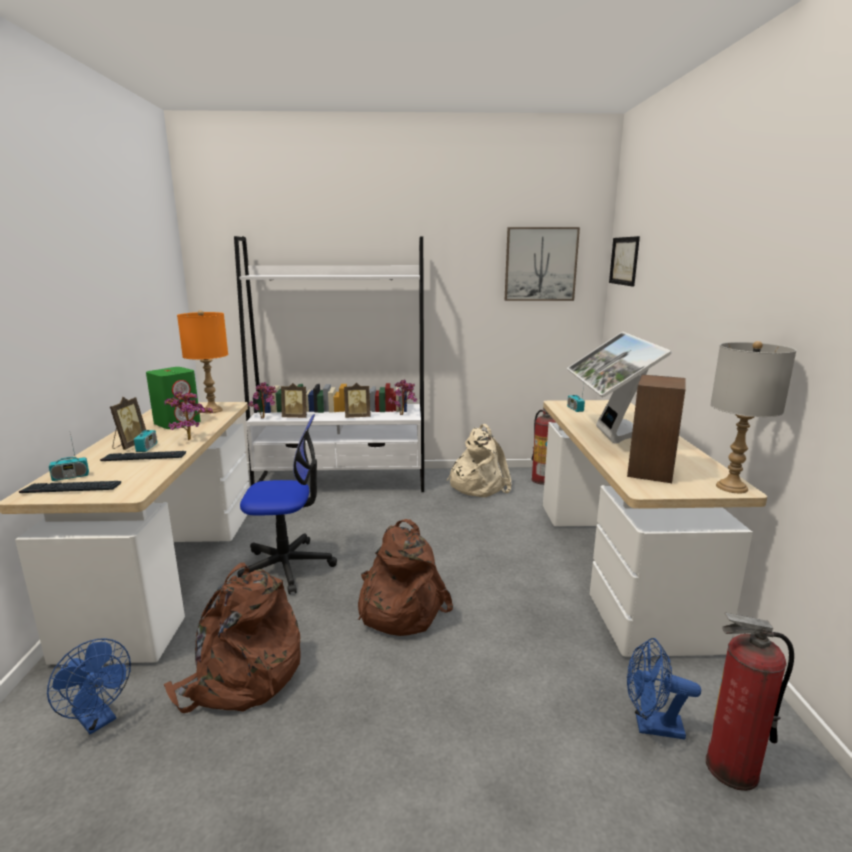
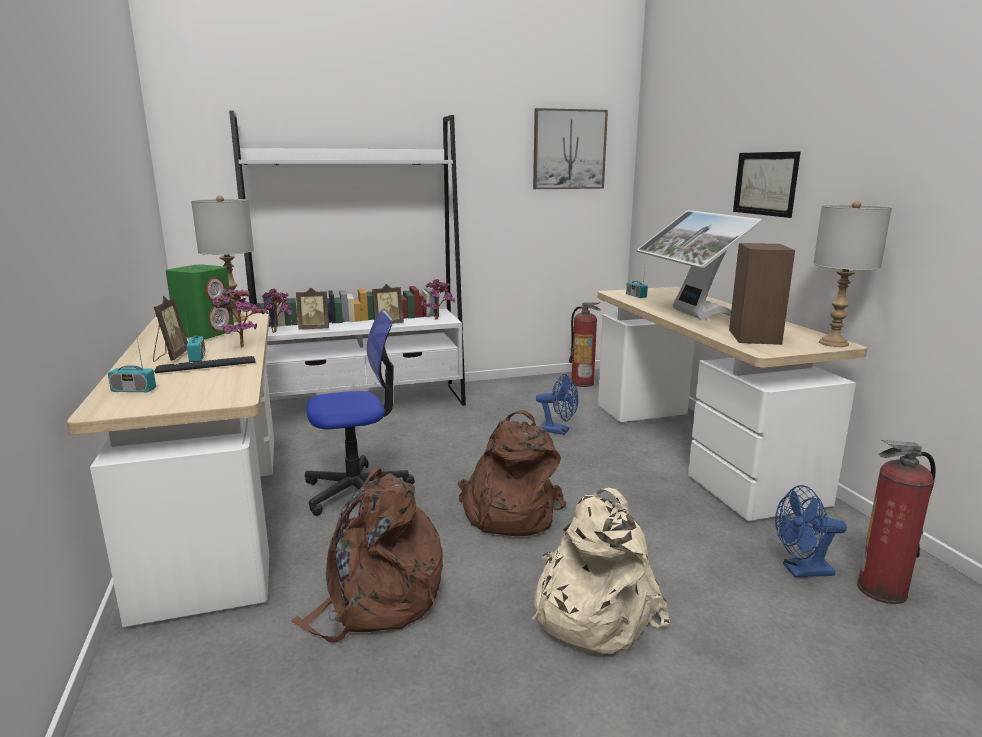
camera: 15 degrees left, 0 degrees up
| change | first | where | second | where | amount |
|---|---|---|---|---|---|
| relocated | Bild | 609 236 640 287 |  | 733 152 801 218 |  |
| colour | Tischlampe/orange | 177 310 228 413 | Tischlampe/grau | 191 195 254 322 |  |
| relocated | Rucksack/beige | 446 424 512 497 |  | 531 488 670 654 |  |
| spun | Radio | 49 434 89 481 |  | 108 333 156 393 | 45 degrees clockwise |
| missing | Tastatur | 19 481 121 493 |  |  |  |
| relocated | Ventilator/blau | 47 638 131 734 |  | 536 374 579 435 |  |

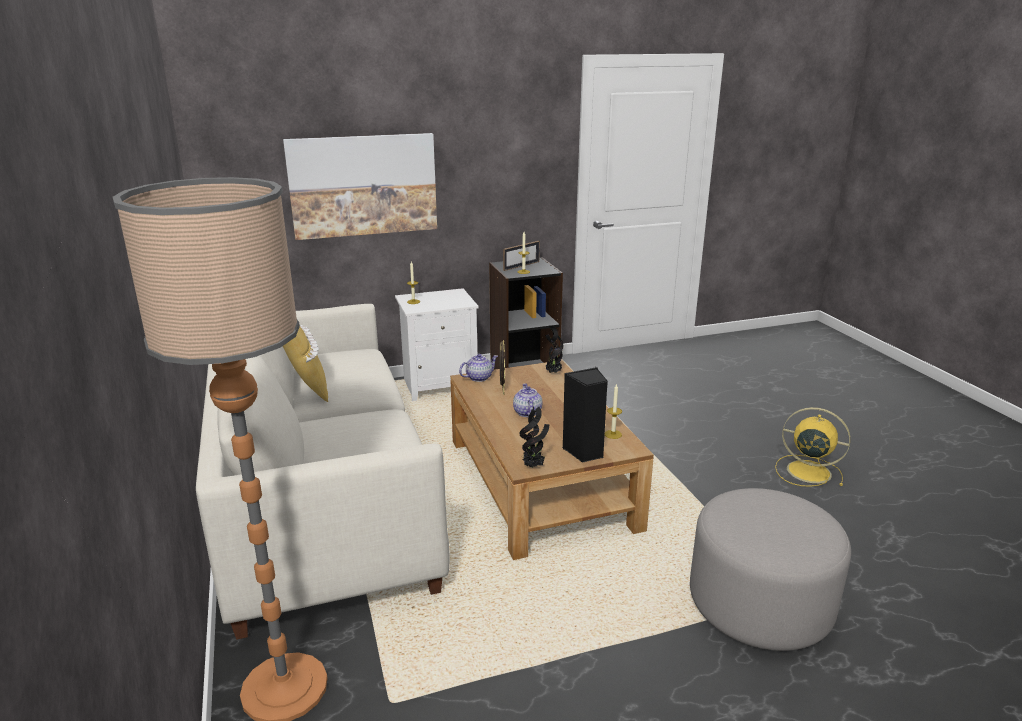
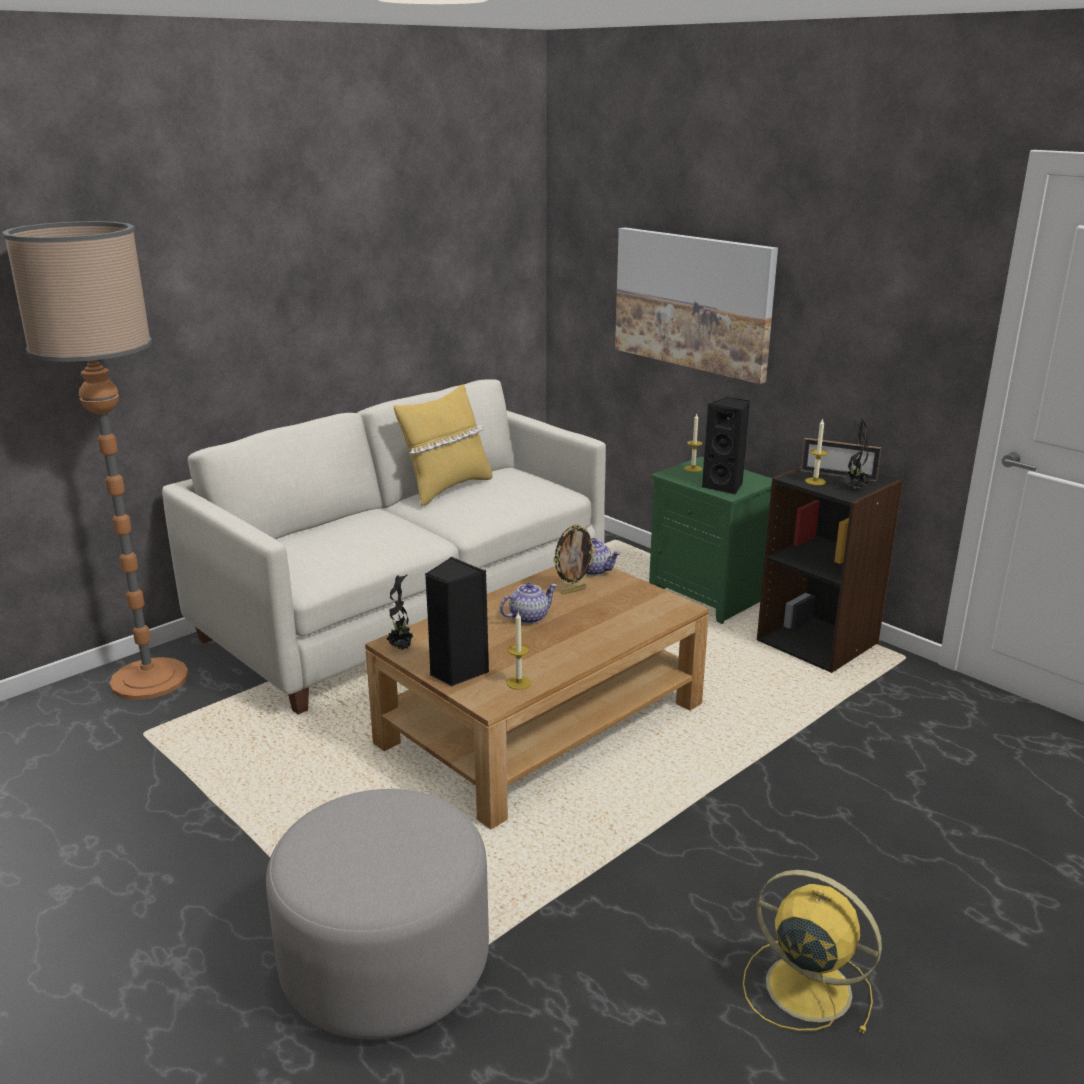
camera: 65 degrees right, 0 degrees up
| change | first | where | second | where | amount |
|---|---|---|---|---|---|
| colour | Nachttisch/weiß | 395 288 479 401 | Nachttisch/grün | 649 456 772 624 |  |
| relocated | Topfpflanze | 545 325 563 373 |  | 844 418 869 488 |  |
| spun | Ventilator/gelb | 775 407 851 487 |  | 743 870 882 1034 | 60 degrees counterclockwise |
| appeared |  |  | Lautsprecher/schwarz | 702 397 750 495 |  |

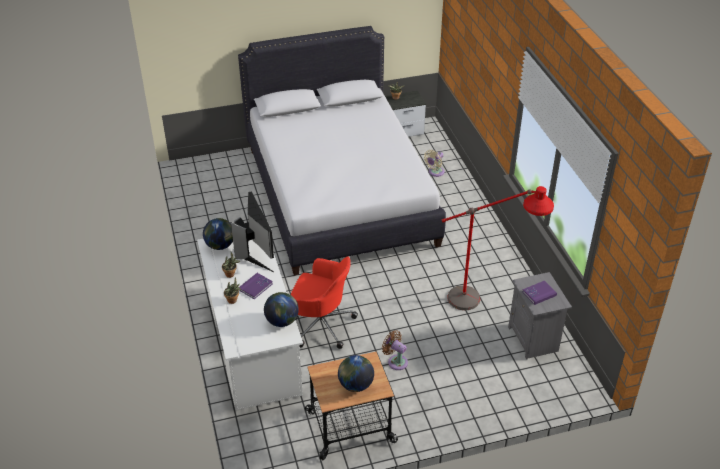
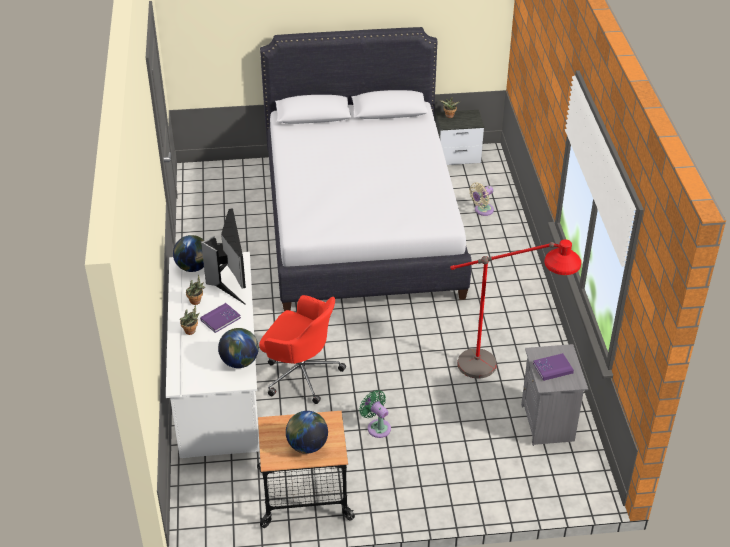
camera: 10 degrees right, 0 degrees up
| change | first | where | second | where | amount |
|---|---|---|---|---|---|
| colour | Ventilator/braun | 382 330 408 370 | Ventilator/grün | 359 390 391 438 |  |

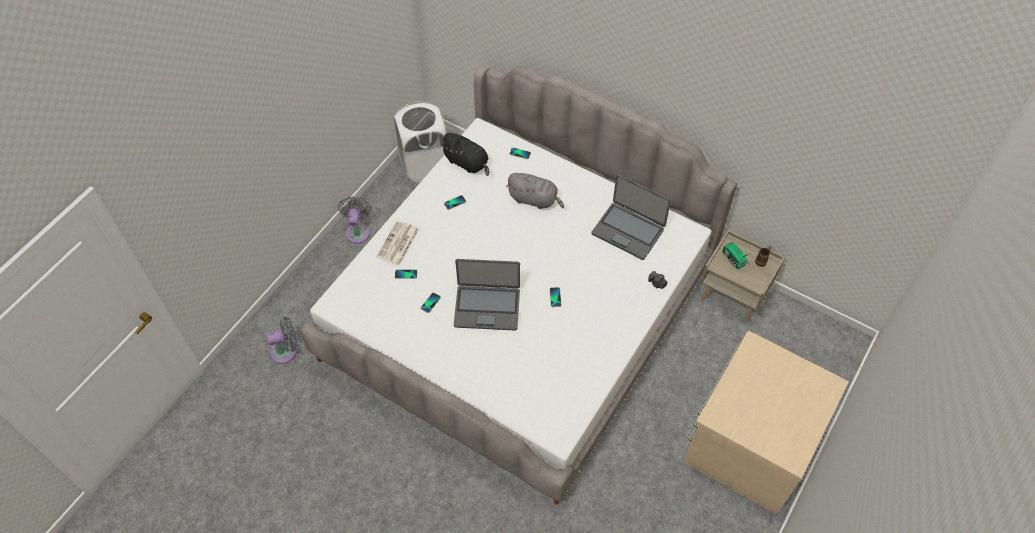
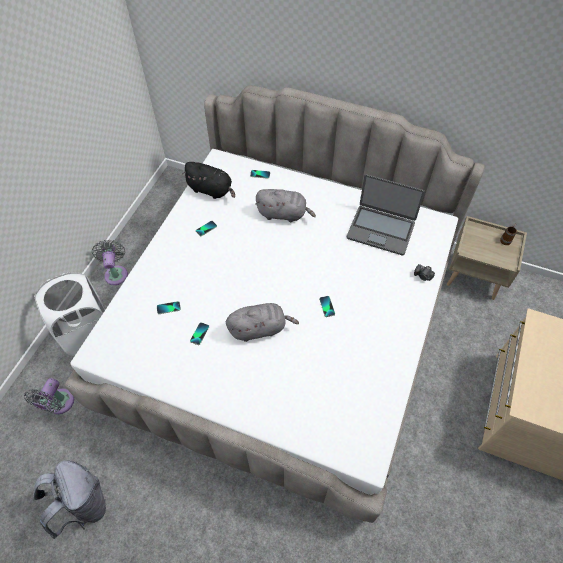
camera: 10 degrees left, 0 degrees up
| change | first | where | second | where | amount |
|---|---|---|---|---|---|
| relocated | Wäschekorb/weiß | 393 101 447 183 |  | 34 272 105 356 |  |
| missing | Zeitung | 377 220 419 266 |  |  |  |
| missing | Radio | 723 242 751 269 |  |  |  |
| exchanged | Laptop | 454 259 520 330 | Plüschtier/grau | 226 303 299 342 |  |
| spun | Ventilator/grau | 266 317 298 364 |  | 24 378 74 414 | 135 degrees clockwise |
| appeared |  |  | Rucksack/grau | 33 461 106 539 |  |

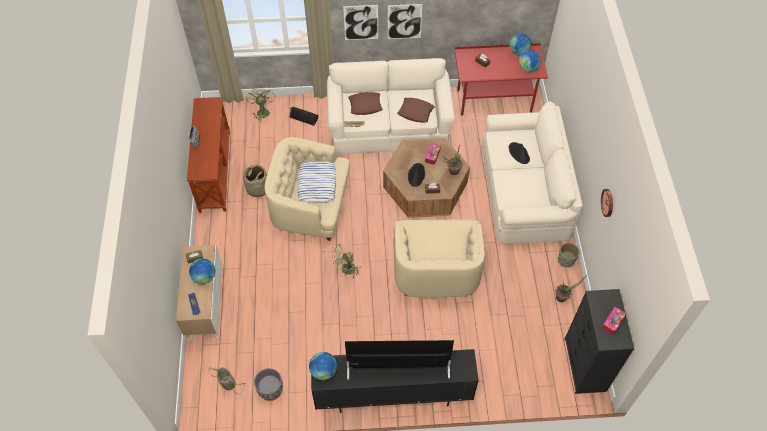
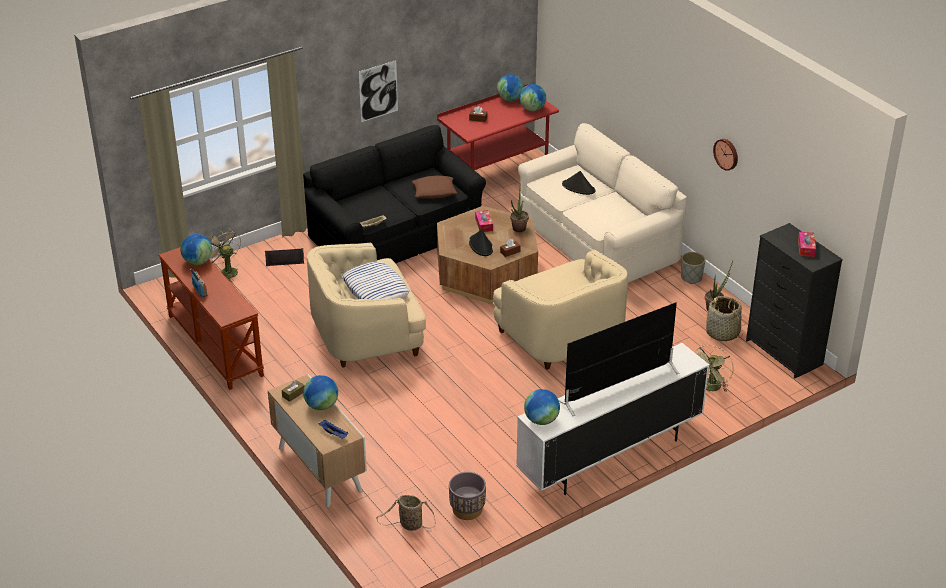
camera: 30 degrees left, 20 degrees down
| change | first | where | second | where | amount |
|---|---|---|---|---|---|
| missing | Bild | 343 5 378 40 |  |  |  |
| colour | Sofa/beige | 327 58 455 154 | Sofa/schwarz | 303 125 486 263 |  |
| missing | Kissen/braun | 348 92 383 115 |  |  |  |
| relocated | Korb | 243 164 267 198 |  | 706 296 743 341 |  |
| relocated | Ventilator/grün | 330 244 361 278 |  | 694 345 734 392 |  |
| colour | Fernsehschrank/schwarz | 311 349 479 413 | Fernsehschrank/weiß | 516 343 709 495 |  |
| appeared |  |  | Globus | 181 234 212 265 |  |

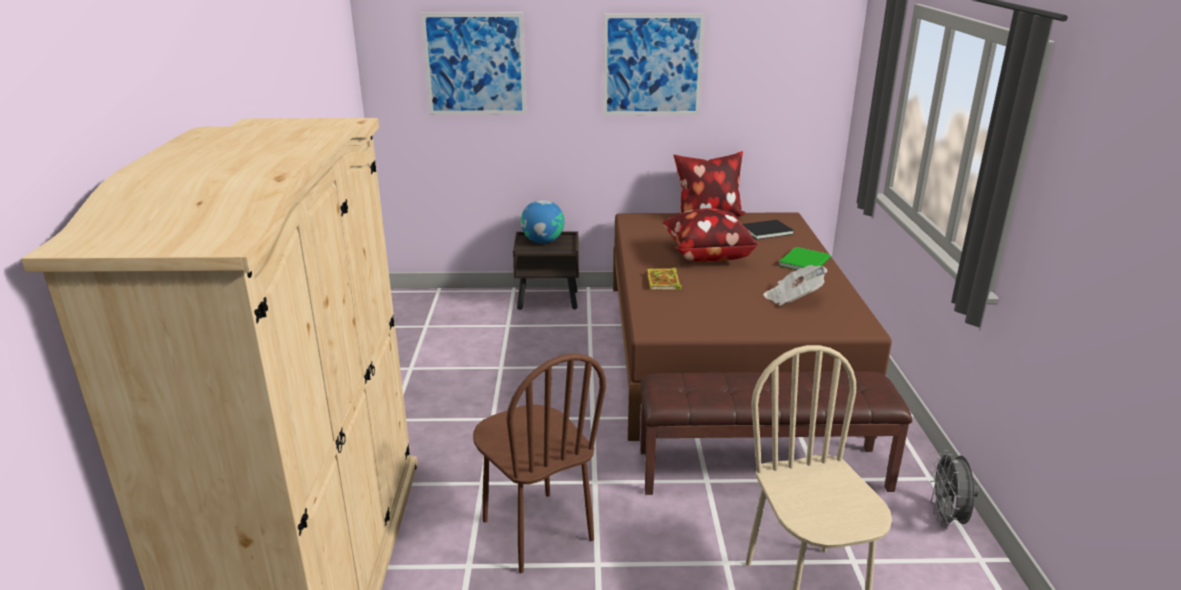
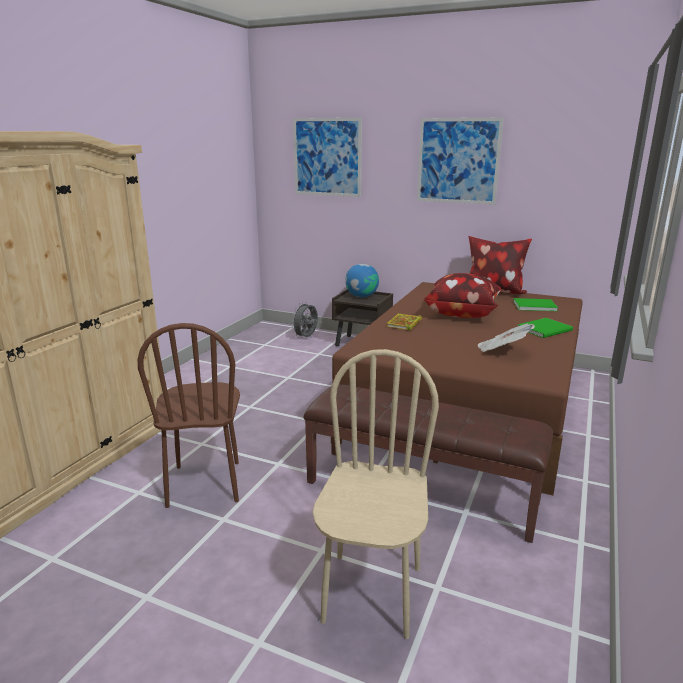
camera: 25 degrees right, 5 degrees down
| change | first | where | second | where | amount |
|---|---|---|---|---|---|
| colour | Buch/schwarz | 742 220 794 240 | Buch/grün | 513 298 558 311 |  |
| relocated | Ventilator/grau | 930 450 979 527 |  | 291 302 318 338 |  |

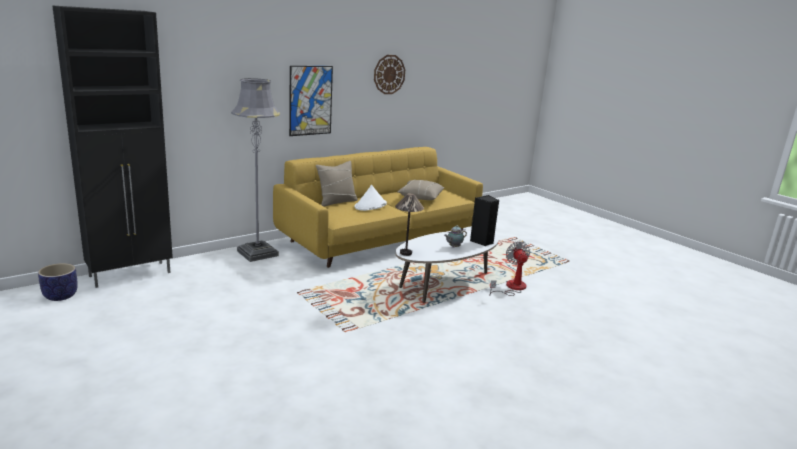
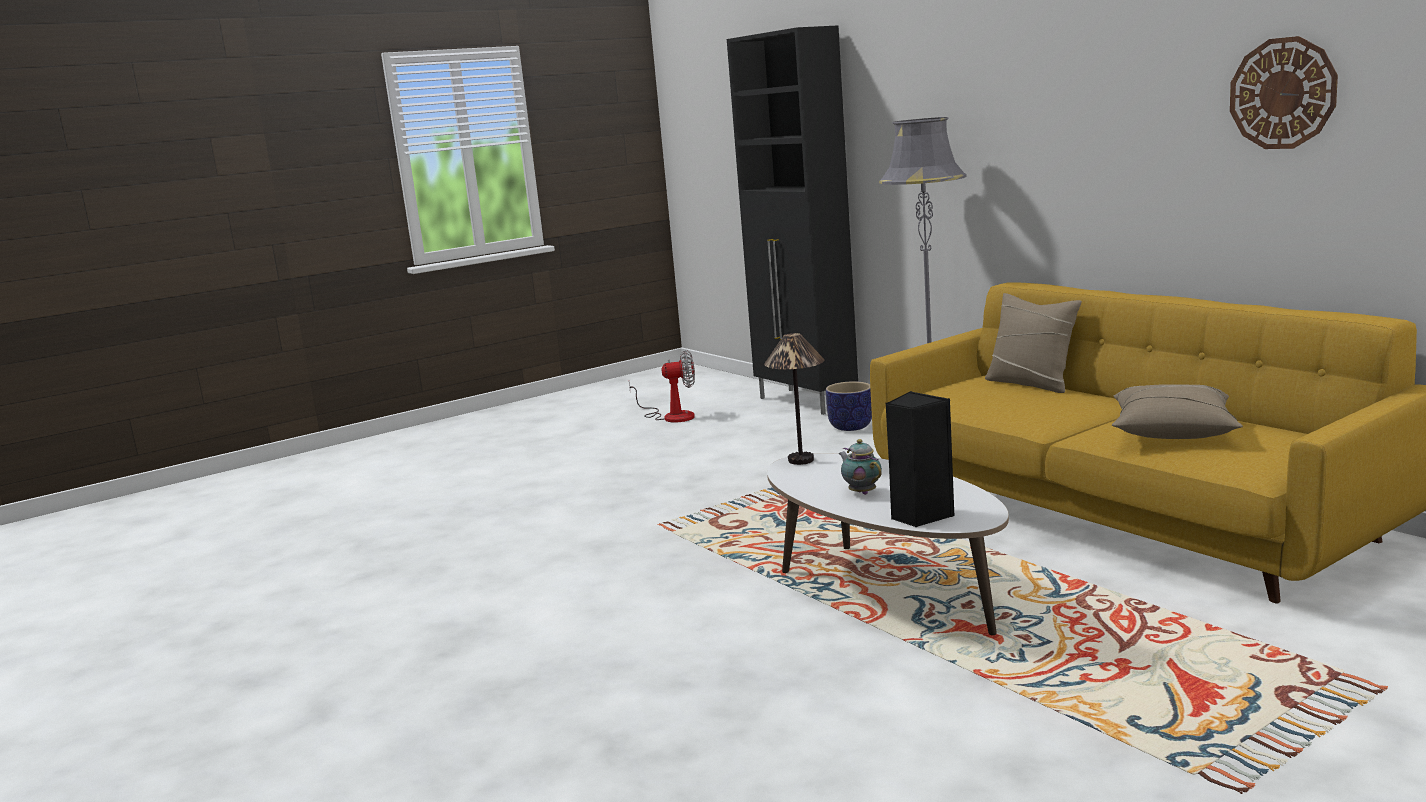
camera: 95 degrees right, 5 degrees down
| change | first | where | second | where | amount |
|---|---|---|---|---|---|
| missing | Bild | 289 66 333 136 |  |  |  |
| missing | Hut/weiß | 354 185 387 211 |  |  |  |
| relocated | Ventilator | 489 241 530 296 |  | 629 350 695 422 |  |
| relocated | Pflanzkübel | 38 263 78 301 |  | 826 381 872 431 |  |

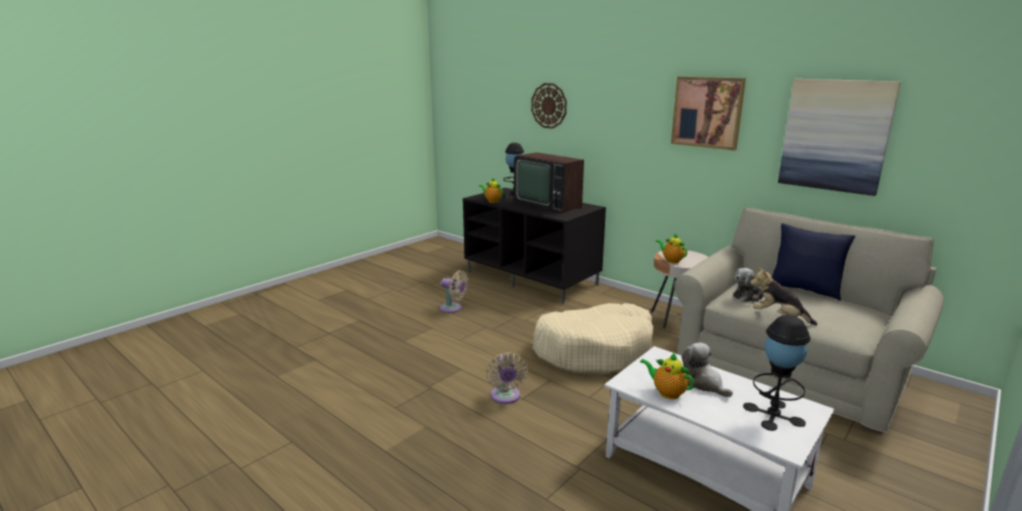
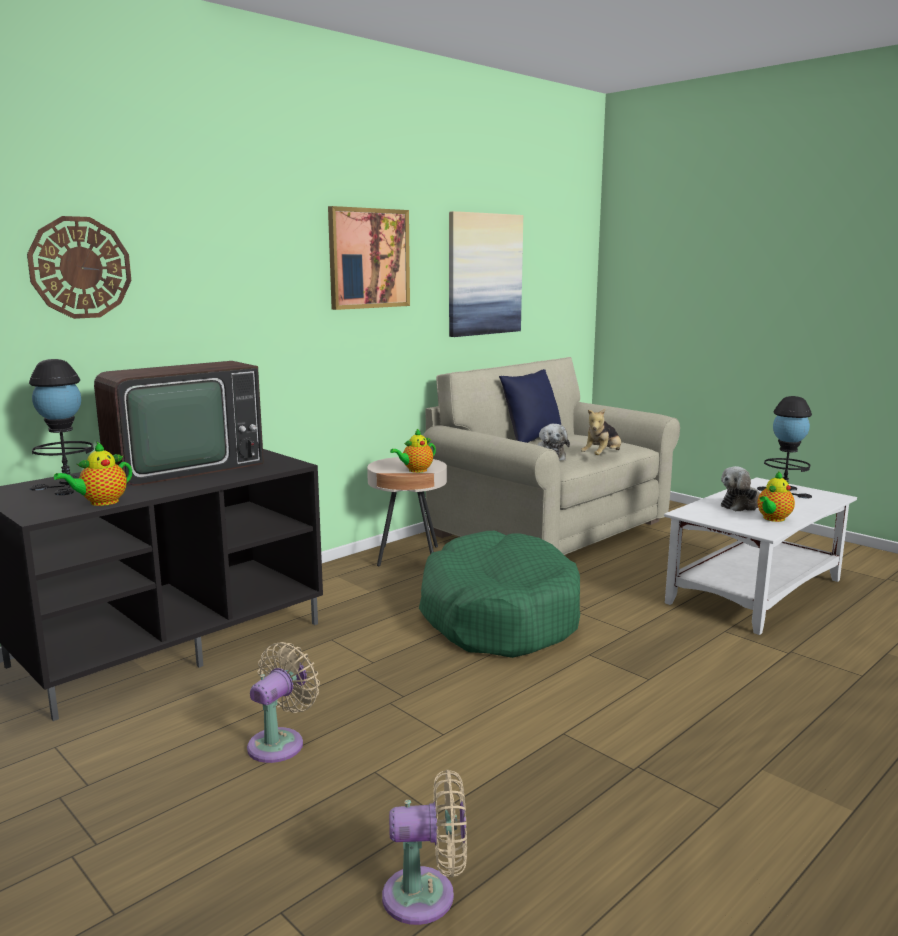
camera: 85 degrees left, 5 degrees down
| change | first | where | second | where | amount |
|---|---|---|---|---|---|
| colour | Hundebett/beige | 532 303 653 375 | Hundebett/grün | 419 531 580 658 |  |
| relocated | Ventilator/beige | 486 352 528 404 |  | 382 770 467 925 |  |

